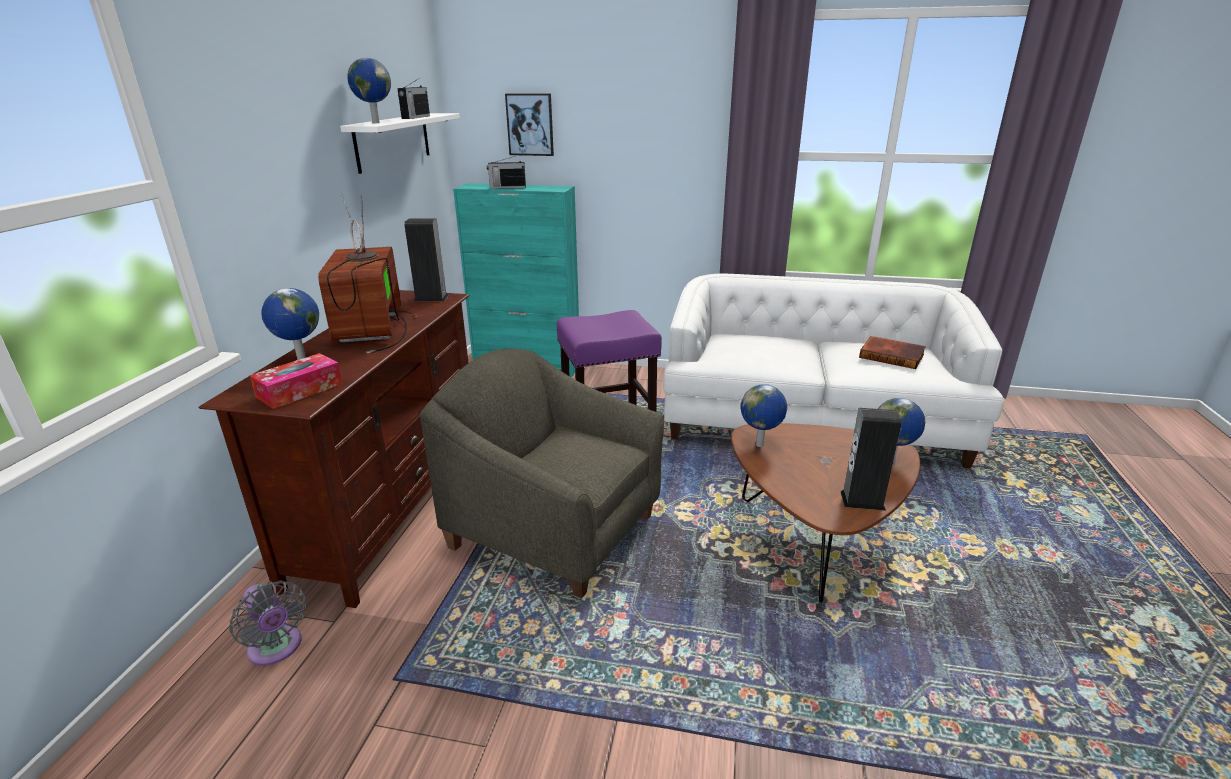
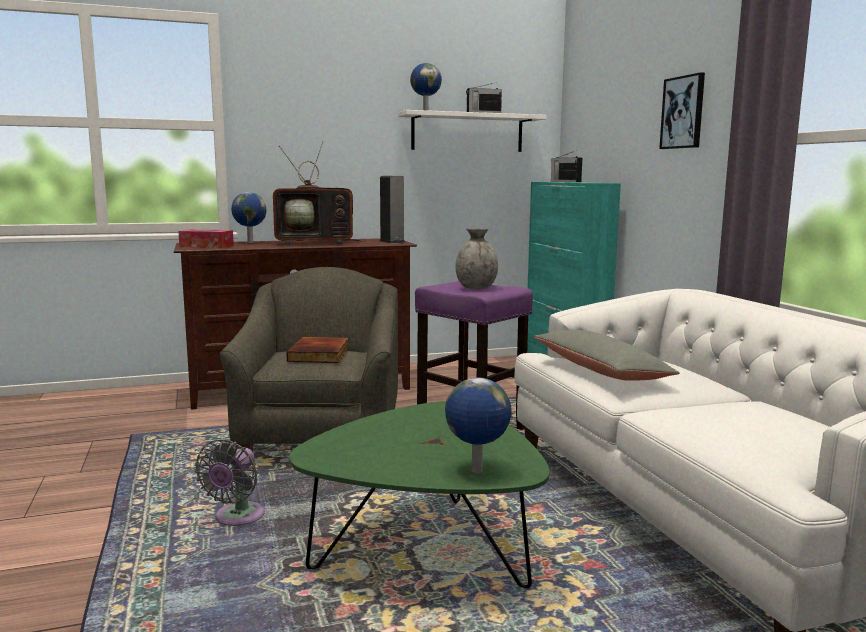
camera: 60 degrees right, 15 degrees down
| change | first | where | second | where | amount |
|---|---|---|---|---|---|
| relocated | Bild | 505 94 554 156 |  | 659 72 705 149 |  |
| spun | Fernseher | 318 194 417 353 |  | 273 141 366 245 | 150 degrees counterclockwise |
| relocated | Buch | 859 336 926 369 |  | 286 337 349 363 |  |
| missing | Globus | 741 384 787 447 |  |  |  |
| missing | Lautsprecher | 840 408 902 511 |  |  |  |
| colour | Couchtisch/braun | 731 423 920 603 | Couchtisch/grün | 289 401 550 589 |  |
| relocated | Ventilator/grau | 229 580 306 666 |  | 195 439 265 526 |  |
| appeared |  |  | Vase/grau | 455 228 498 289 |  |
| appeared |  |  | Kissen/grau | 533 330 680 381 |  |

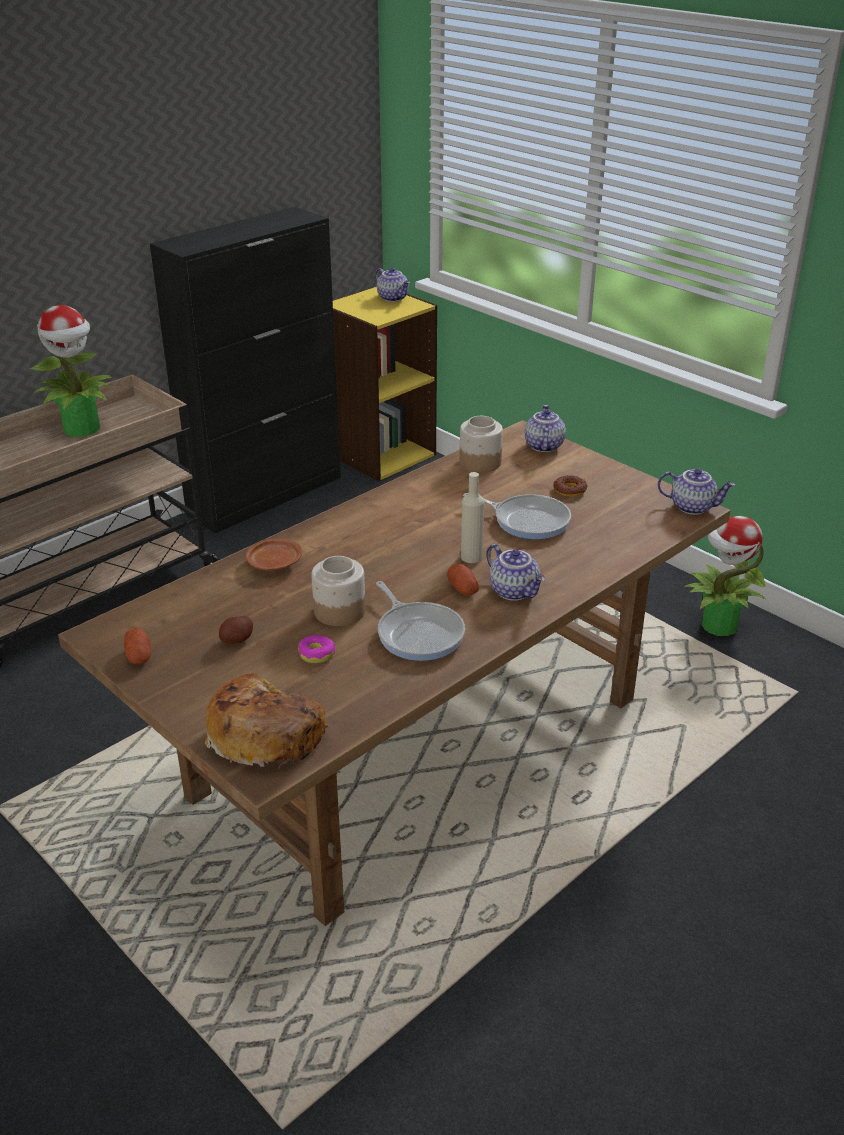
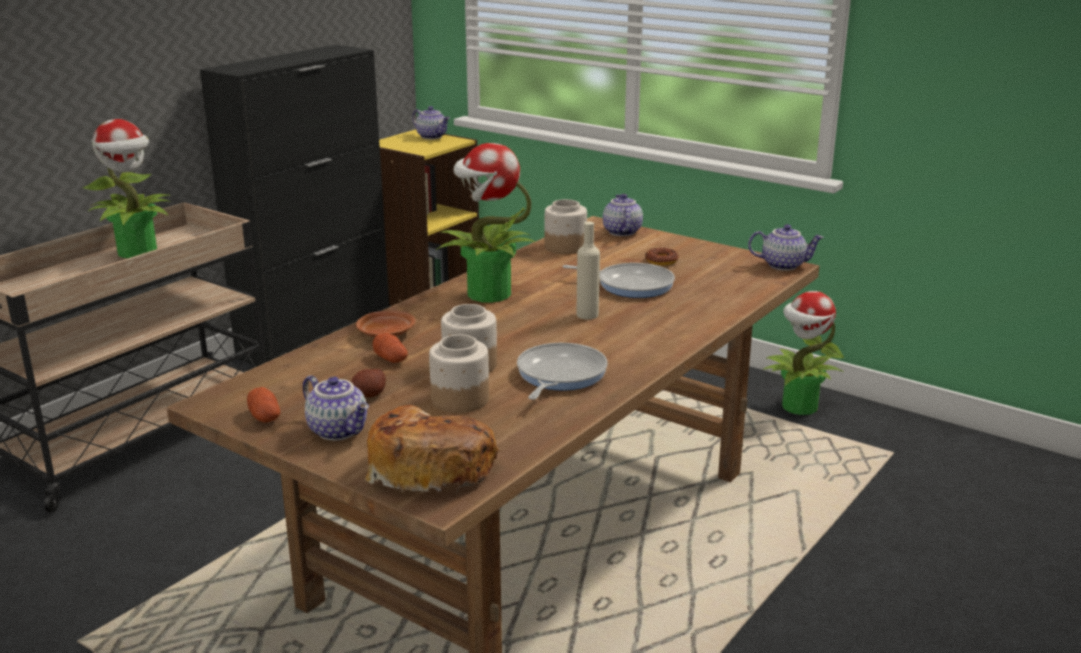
camera: 10 degrees left, 10 degrees down
| change | first | where | second | where | amount |
|---|---|---|---|---|---|
| relocated | Teekanne | 486 544 545 601 |  | 303 375 369 441 |  |
| relocated | Kartoffel | 447 564 479 595 |  | 373 333 408 363 |  |
| spun | Pfanne | 376 581 465 661 |  | 517 343 608 400 | 120 degrees counterclockwise |
| exchanged | Donut | 298 635 335 663 | Vorratsglas | 429 335 489 413 |  |
| appeared |  |  | Topfpflanze | 436 143 535 302 |  |

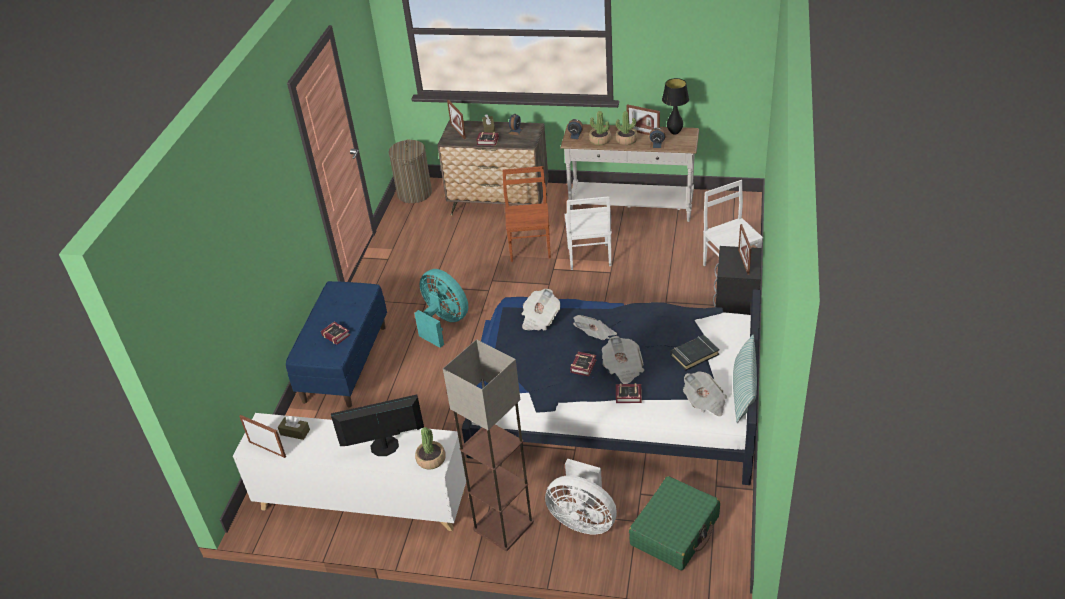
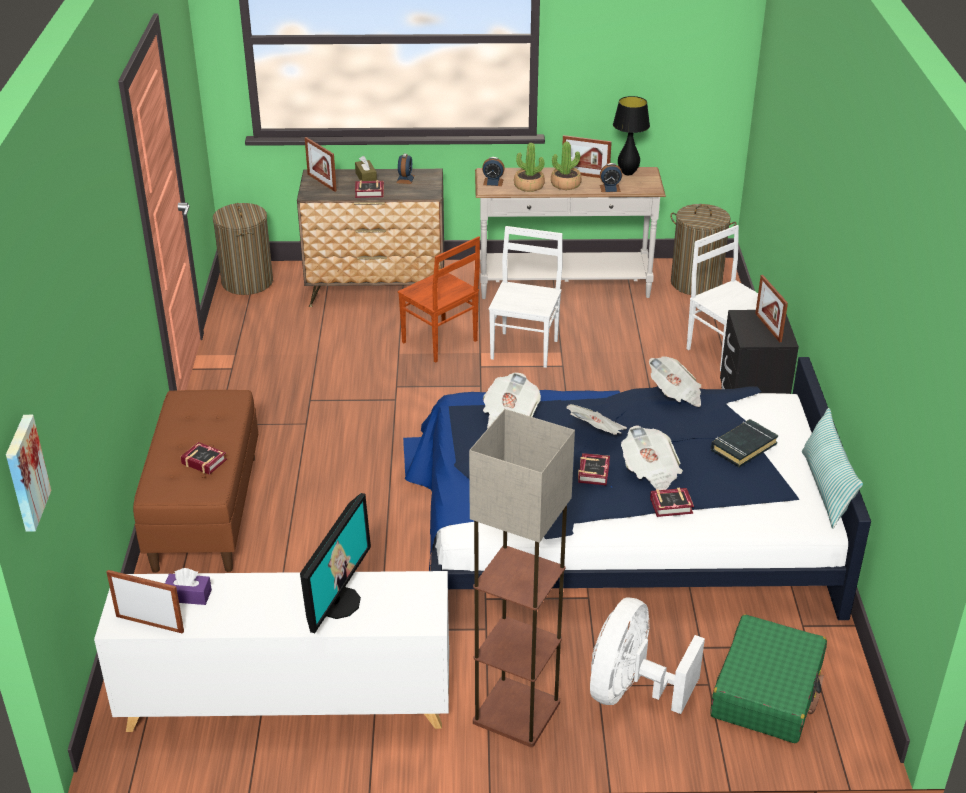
camera: 15 degrees left, 5 degrees down
| change | first | where | second | where | amount |
|---|---|---|---|---|---|
| spun | Stuhl/braun | 502 166 551 262 |  | 398 236 480 363 | 150 degrees clockwise |
| spun | Stuhl/weiß | 564 196 612 270 |  | 489 226 562 368 | 150 degrees counterclockwise |
| missing | Ventilator/türkis | 414 269 468 348 |  |  |  |
| colour | Bank/blau | 286 281 387 408 | Bank/braun | 133 390 258 573 |  |
| relocated | Zeitung | 683 371 727 416 |  | 649 356 701 407 |  |
| spun | Monitor | 331 395 424 456 |  | 300 493 371 633 | 135 degrees clockwise |
| colour | Taschentuchbox/braun | 278 416 310 440 | Taschentuchbox/lila | 165 568 212 605 |  |
| missing | Topfpflanze | 415 427 446 469 |  |  |  |
| spun | Ventilator/weiß | 545 459 617 534 |  | 590 597 705 714 | 105 degrees clockwise |
| appeared |  |  | Wäschekorb | 670 204 737 295 |  |
| appeared |  |  | Bild | 6 415 51 532 |  |

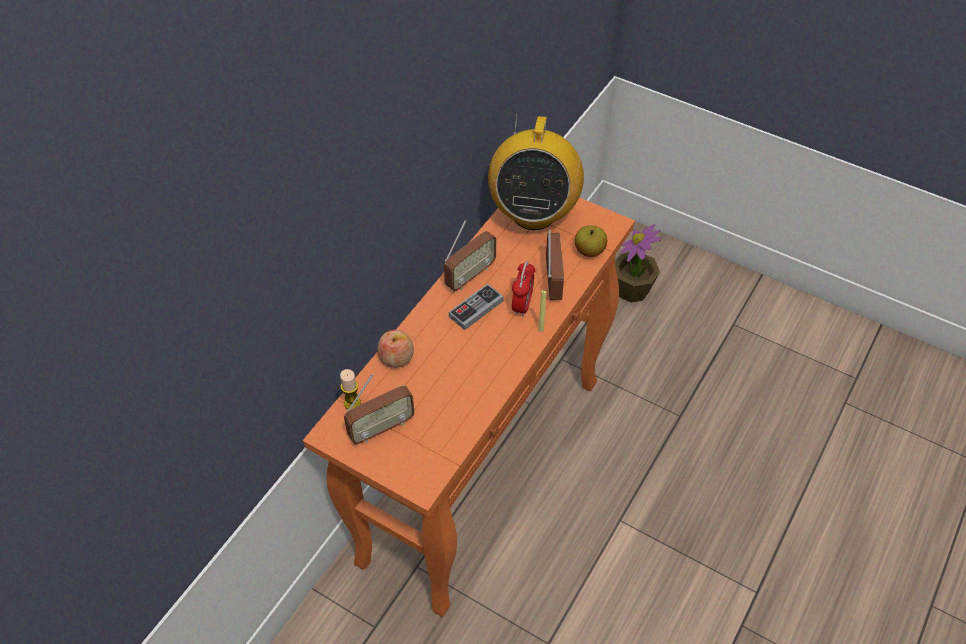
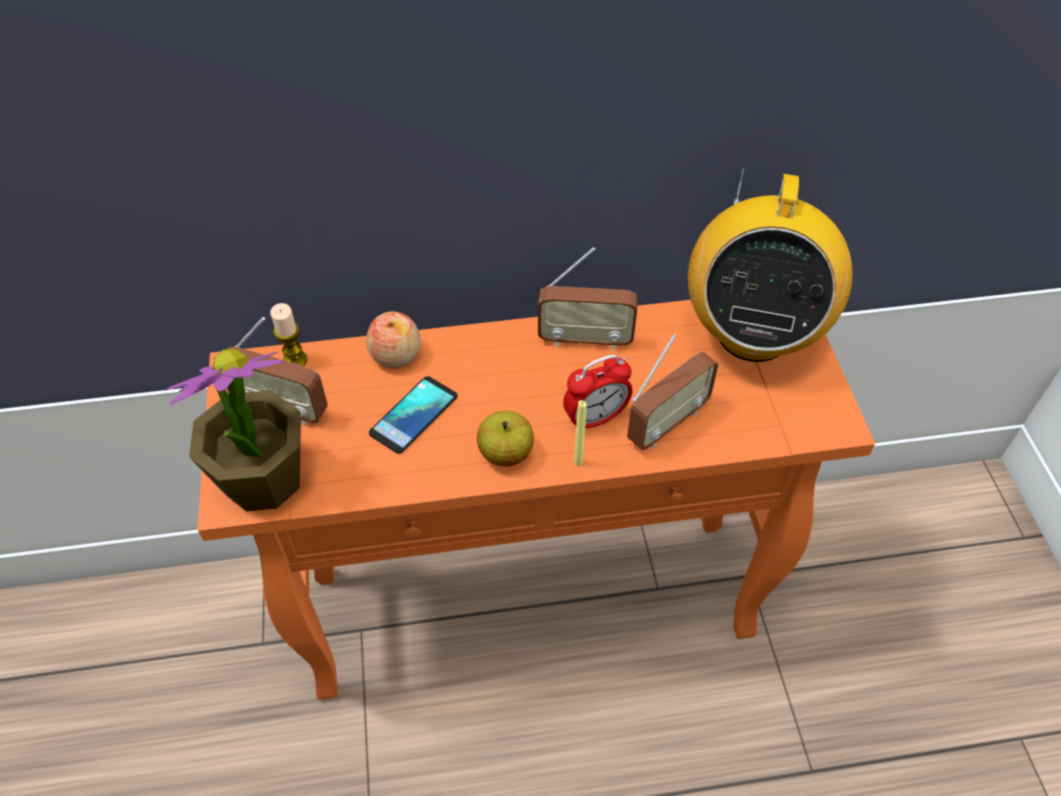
camera: 50 degrees right, 0 degrees up
| change | first | where | second | where | amount |
|---|---|---|---|---|---|
| spun | Radio | 488 115 584 230 |  | 688 167 853 362 | 45 degrees counterclockwise |
| relocated | Topfpflanze | 615 224 661 303 |  | 166 349 301 511 |  |
| relocated | Apfel | 575 225 607 257 |  | 477 411 534 467 |  |
| missing | Gamepad | 449 284 504 330 |  |  |  |
| appeared |  |  | Handy | 369 376 458 454 |  |

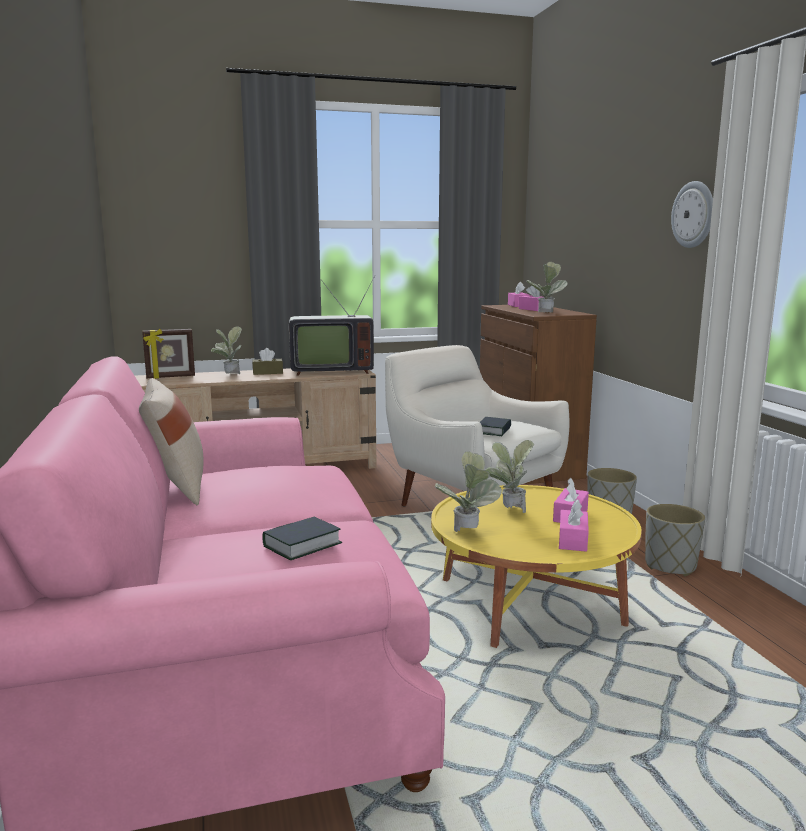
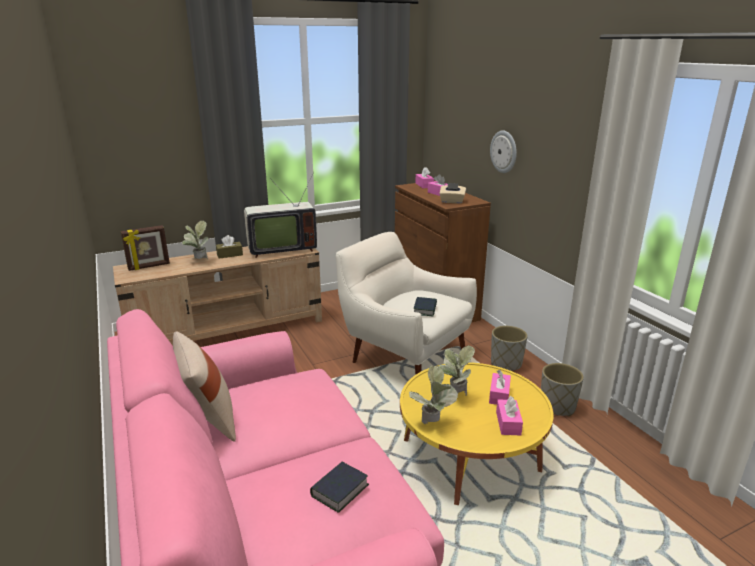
camera: 10 degrees left, 10 degrees up
| change | first | where | second | where | amount |
|---|---|---|---|---|---|
| relocated | Wanduhr | 671 181 713 248 |  | 490 130 517 173 |  |
| exchanged | Topfpflanze | 526 262 568 313 | Taschentuchbox/beige | 439 183 466 204 |  |

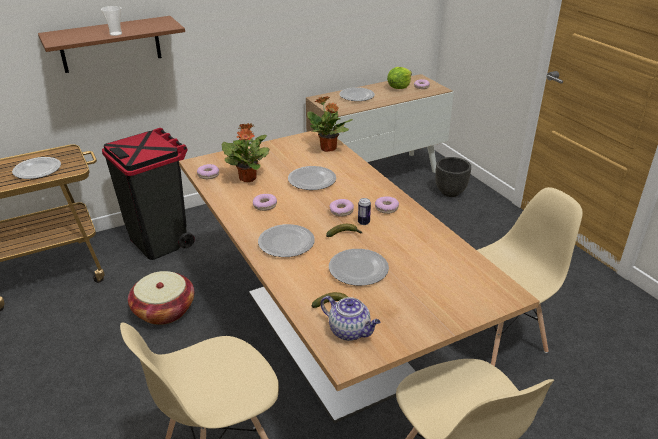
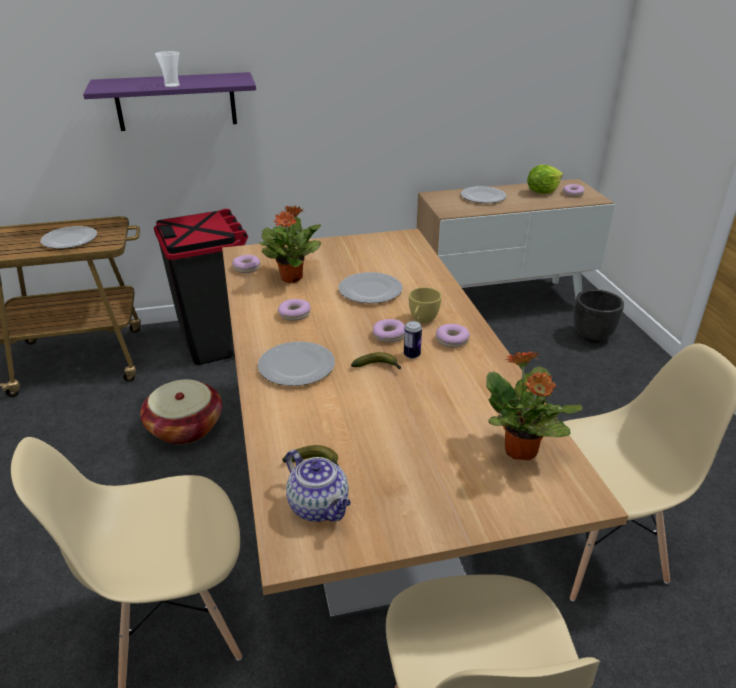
camera: 15 degrees right, 0 degrees up
| change | first | where | second | where | amount |
|---|---|---|---|---|---|
| colour | Wandregal/braun | 38 16 185 73 | Wandregal/lila | 83 72 256 131 |  |
| relocated | Topfpflanze | 307 96 353 152 |  | 486 351 583 460 |  |
| missing | Teller | 329 249 389 286 |  |  |  |
| appeared |  |  | Tasse/gelb | 409 287 442 323 |  |

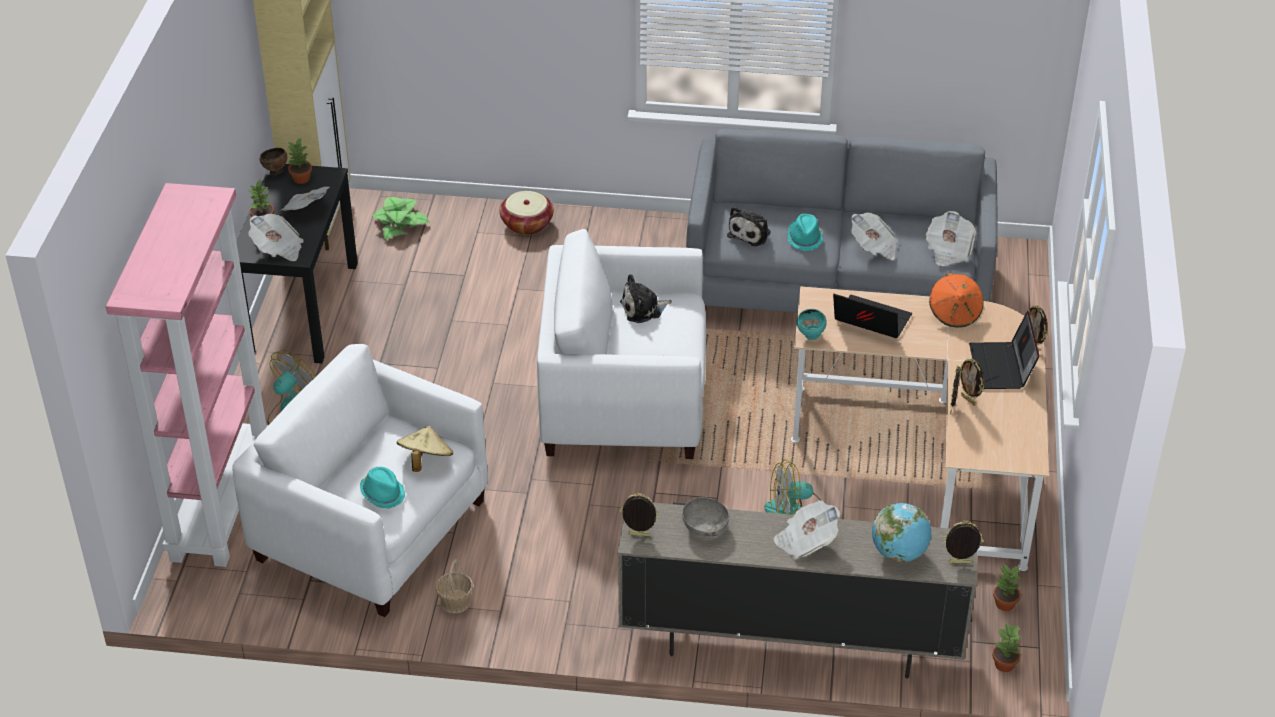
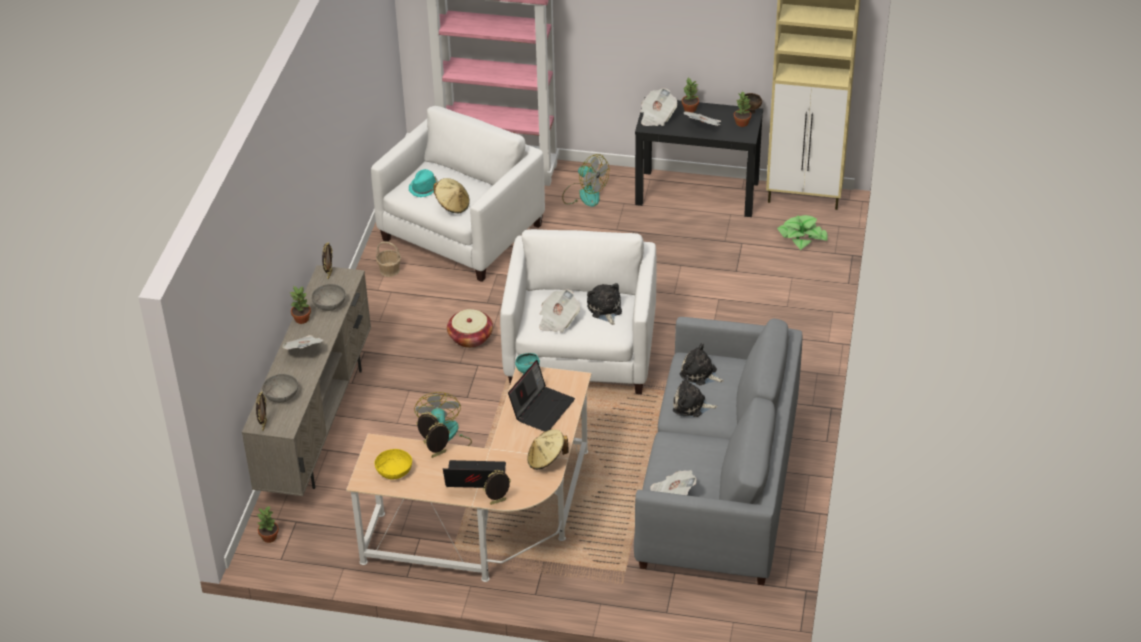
camera: 95 degrees right, 0 degrees up
| change | first | where | second | where | amount |
|---|---|---|---|---|---|
| relocated | Korb | 500 191 554 235 |  | 447 309 493 348 |  |
| relocated | Zeitung | 851 213 898 260 |  | 539 289 580 332 |  |
| exchanged | Hut/türkis | 787 214 823 251 | Plüschtier | 673 375 718 417 |  |
| colour | Hut/orange | 929 273 984 328 | Hut/beige | 527 429 569 470 |  |
| exchanged | Globus | 872 503 931 562 | Schüssel/grau | 262 374 298 403 |  |
| relocated | Topfpflanze | 993 564 1021 611 |  | 289 286 311 324 |  |
| appeared |  |  | Schüssel/gelb | 374 449 412 480 |  |

